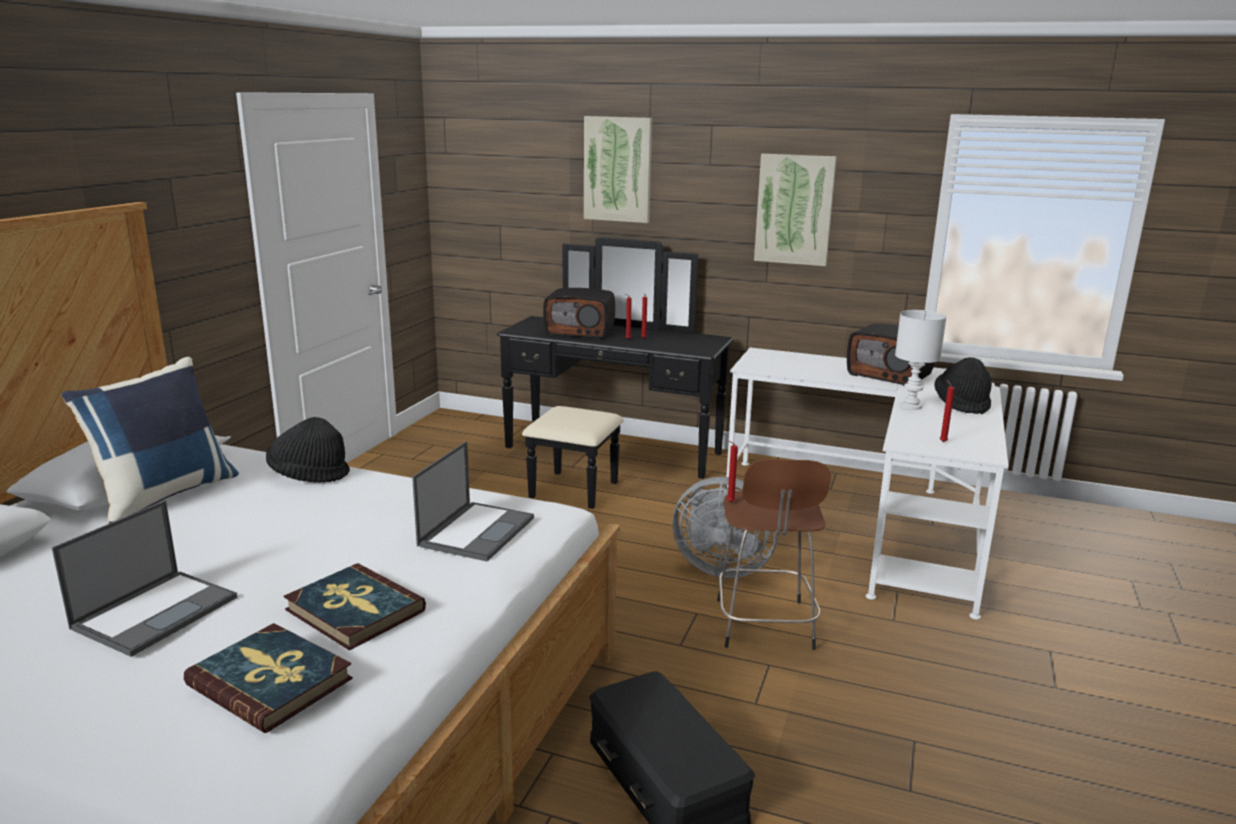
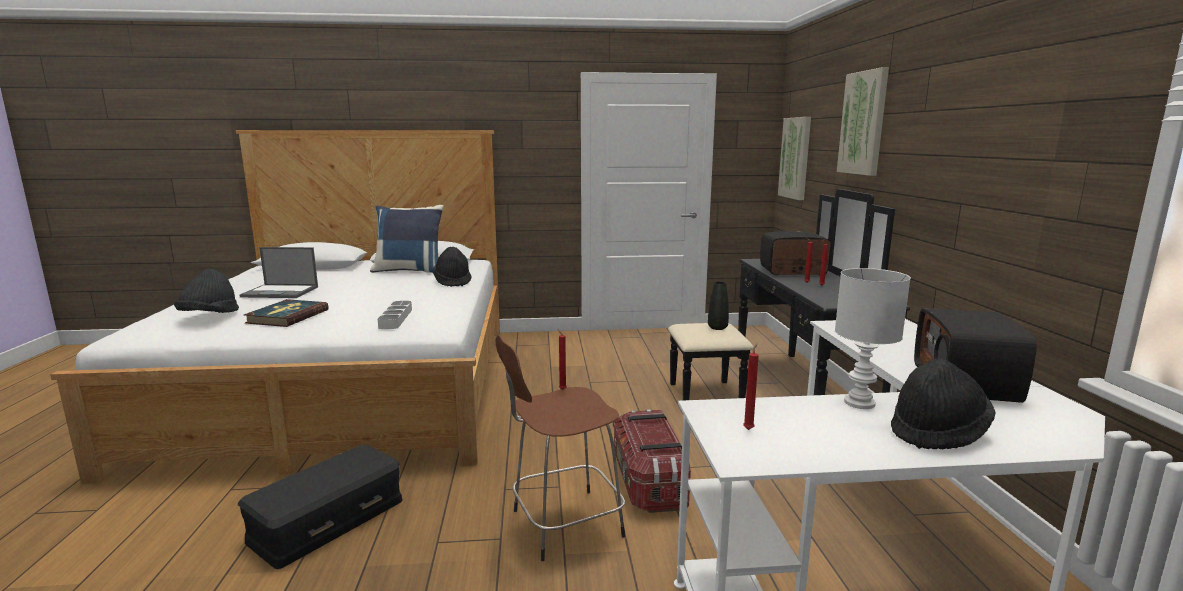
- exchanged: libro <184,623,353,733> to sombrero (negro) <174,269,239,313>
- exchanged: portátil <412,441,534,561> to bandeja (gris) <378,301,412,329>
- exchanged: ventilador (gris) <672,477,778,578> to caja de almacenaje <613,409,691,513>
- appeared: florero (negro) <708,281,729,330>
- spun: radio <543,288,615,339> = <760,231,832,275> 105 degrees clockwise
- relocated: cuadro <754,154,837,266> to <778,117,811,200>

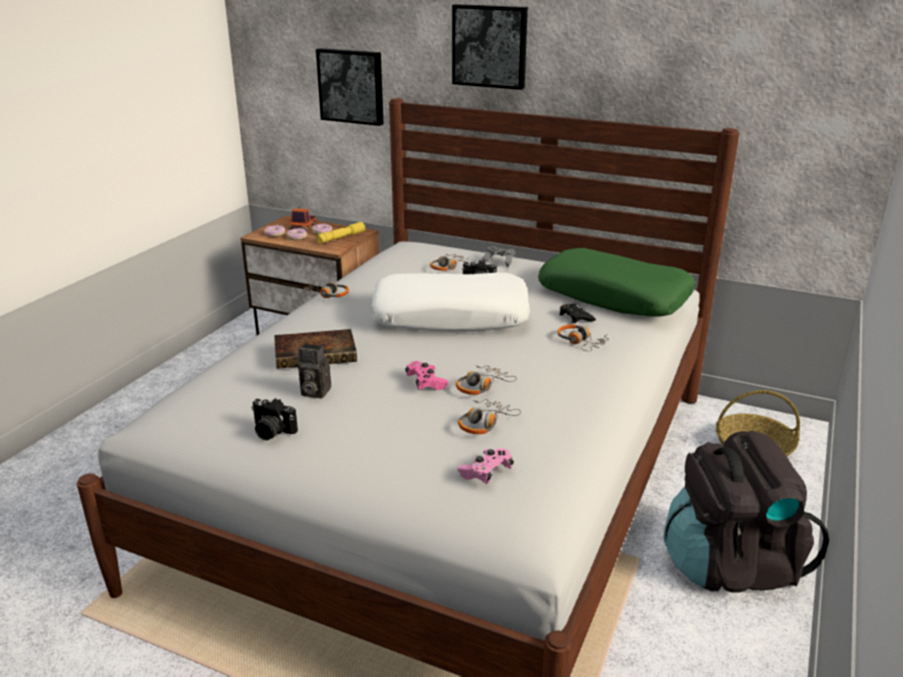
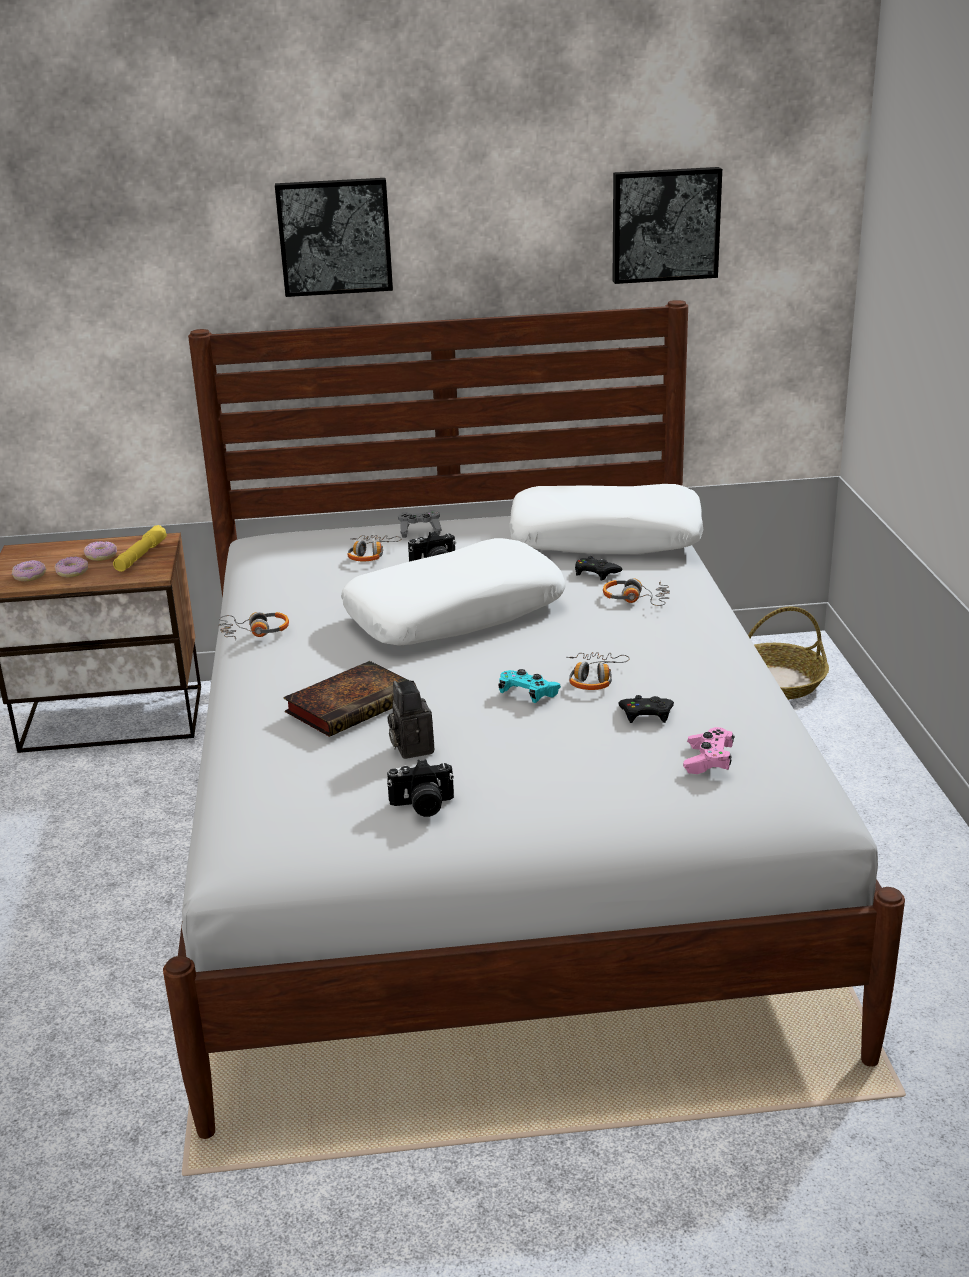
- spun: cámara <298,344,331,398> = <387,681,434,759> 90 degrees clockwise
- colour: mando de consola (rosa) <405,361,448,390> to mando de consola (turquesa) <499,669,561,703>
- colour: cojín (verde) <538,248,695,317> to cojín (blanco) <509,484,704,555>
- relocated: cuadro <316,48,383,126> to <612,167,722,284>
- exchanged: auriculares <458,399,521,434> to mando de consola (negro) <618,695,674,723>
- missing: camión de juguete <289,208,317,231>
- missing: mochila (negro) <664,431,829,593>

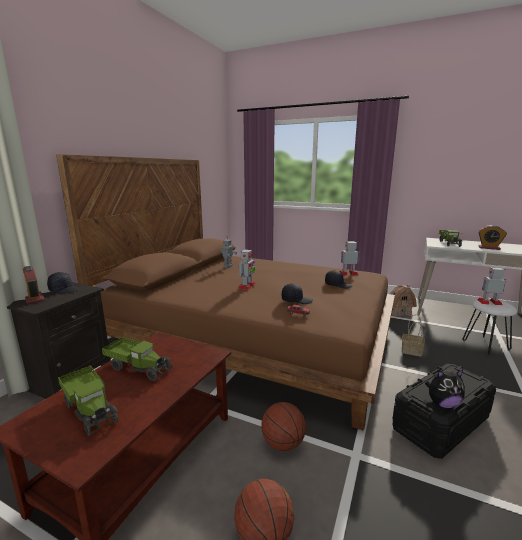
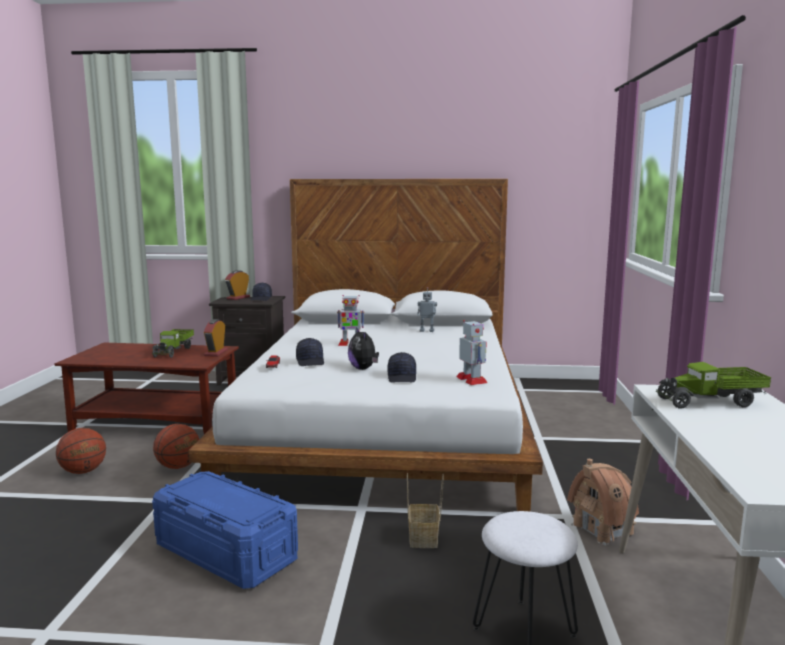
- colour: caja de almacenaje (negro) <392,364,496,459> to caja de almacenaje (azul) <152,471,298,589>
- colour: cama (marrón) <56,154,395,431> to cama (blanco) <188,179,543,512>
- relocated: despertador <478,225,507,250> to <204,319,228,357>
- relocated: peluche <425,370,465,408> to <348,327,379,370>
- missing: camión de juguete <58,365,119,437>
- missing: robot de juguete <477,267,507,305>

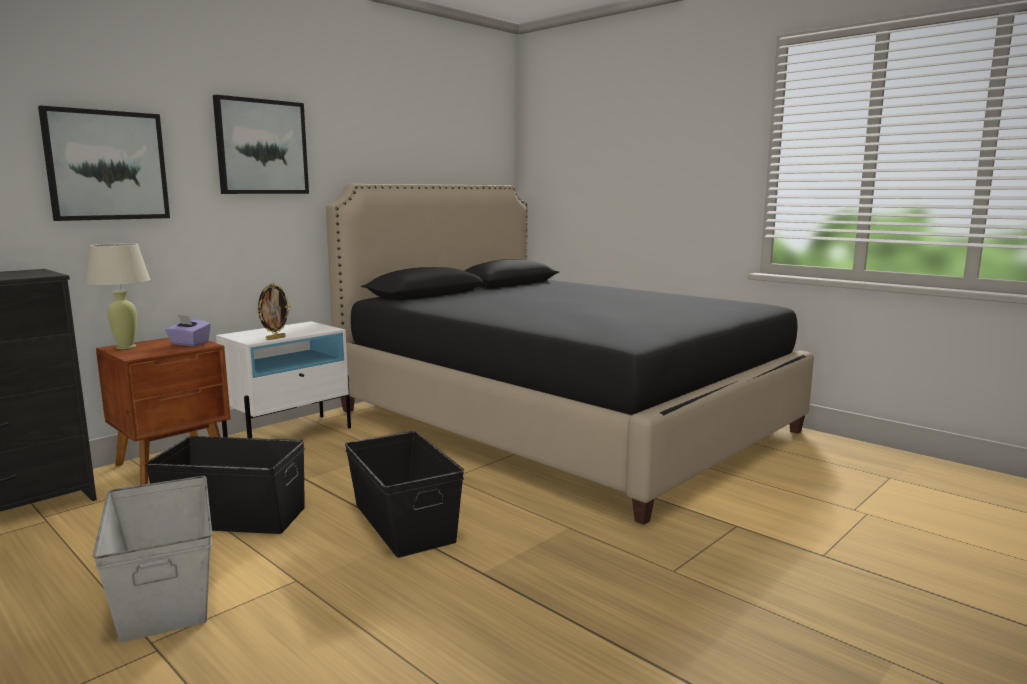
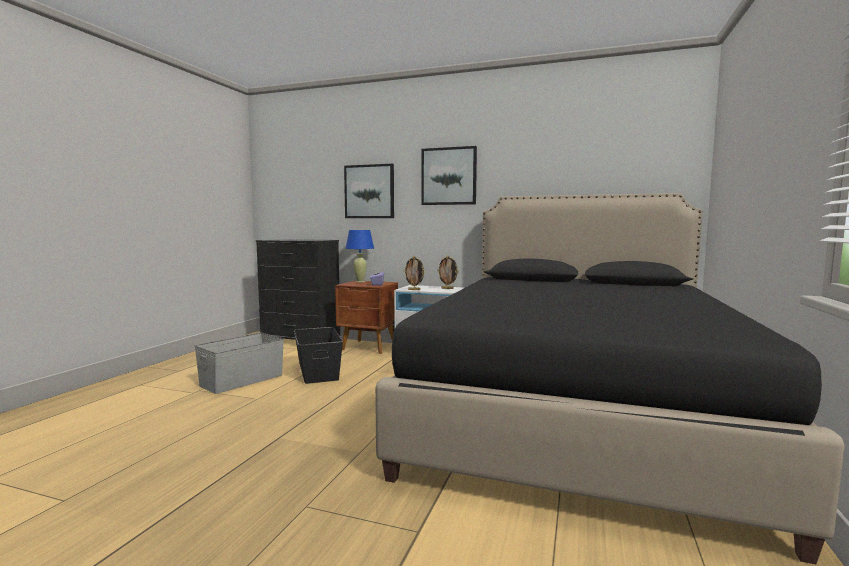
- colour: lámpara de mesa (beis) <85,243,150,349> to lámpara de mesa (azul) <346,230,374,282>
- appeared: portarretratos <437,256,459,289>
- missing: caja de almacenaje (negro) <345,431,464,558>

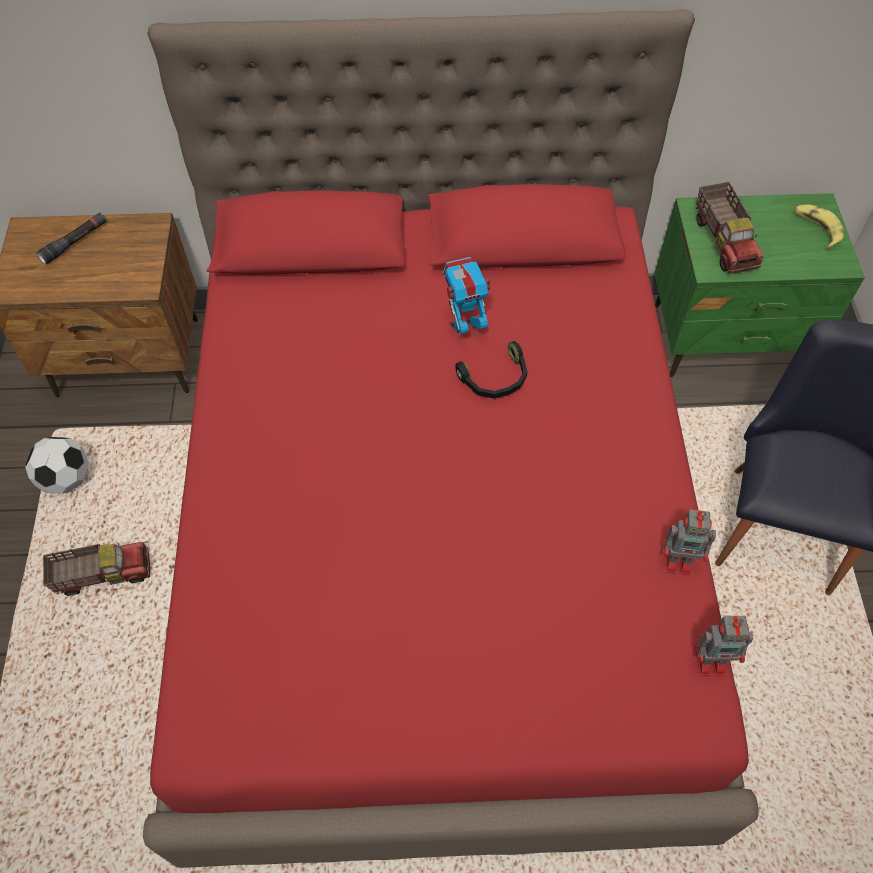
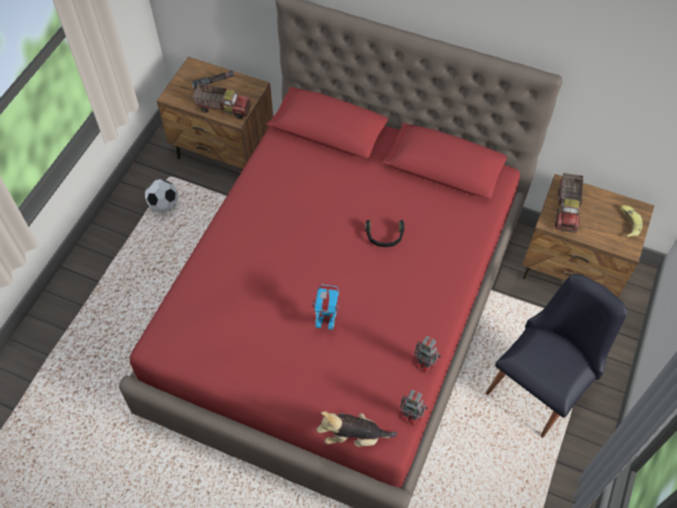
- relocated: camión de juguete <43,542,150,596> to <192,84,251,119>
- relocated: robot de juguete <443,257,493,339> to <313,284,339,330>
- appeared: peluche <316,411,397,447>
- colour: mesita de noche (verde) <654,193,865,377> to mesita de noche (marrón) <522,174,654,298>

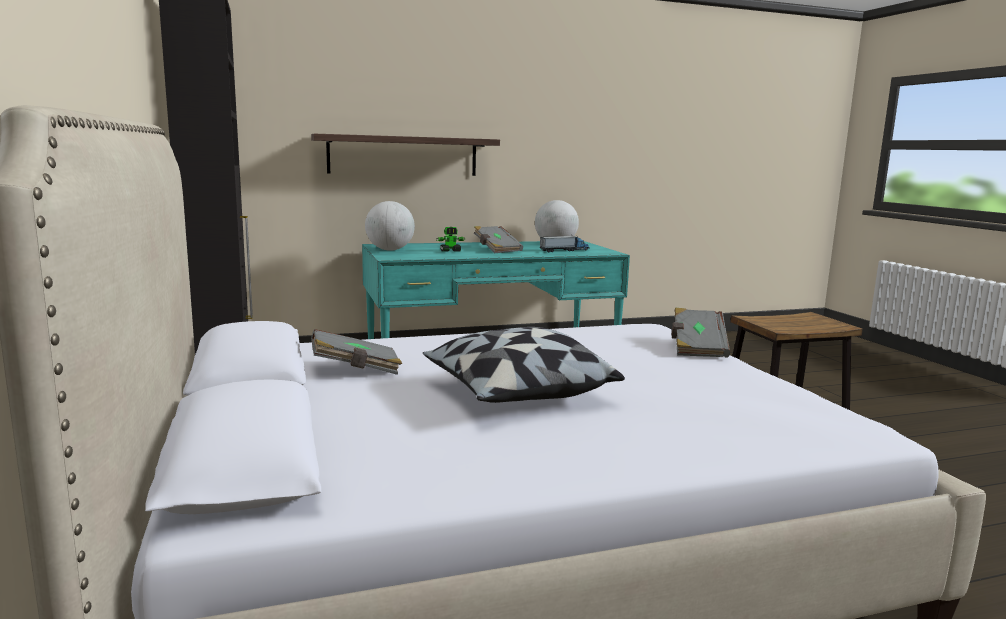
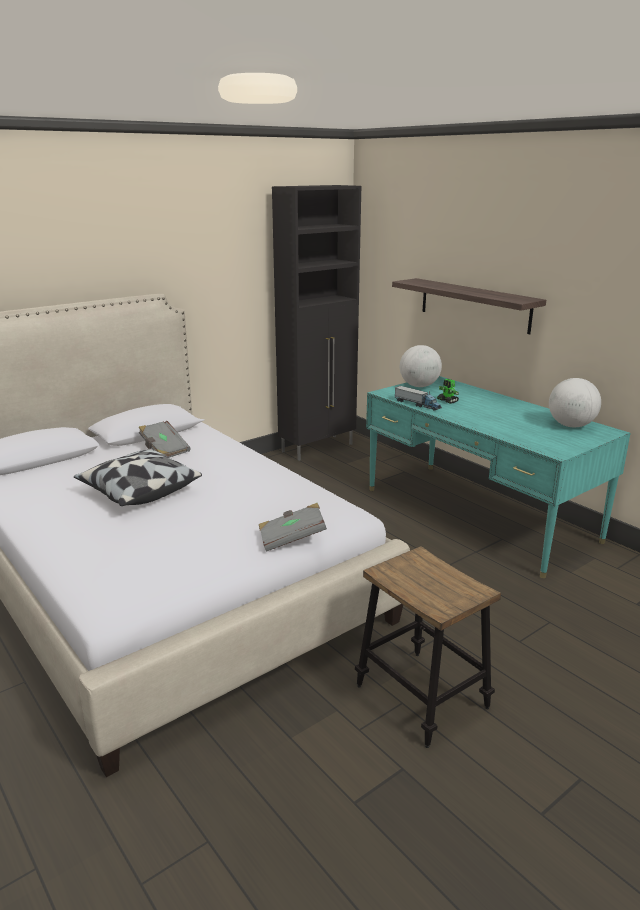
- relocated: camión de juguete <540,234,590,252> to <395,386,442,411>
- missing: libro (gris) <474,226,523,253>

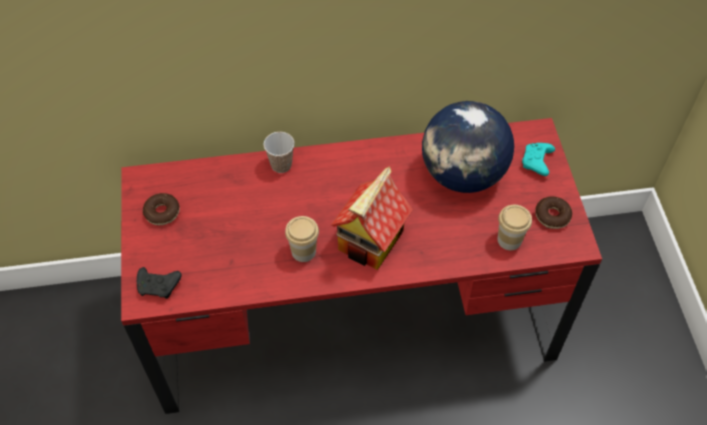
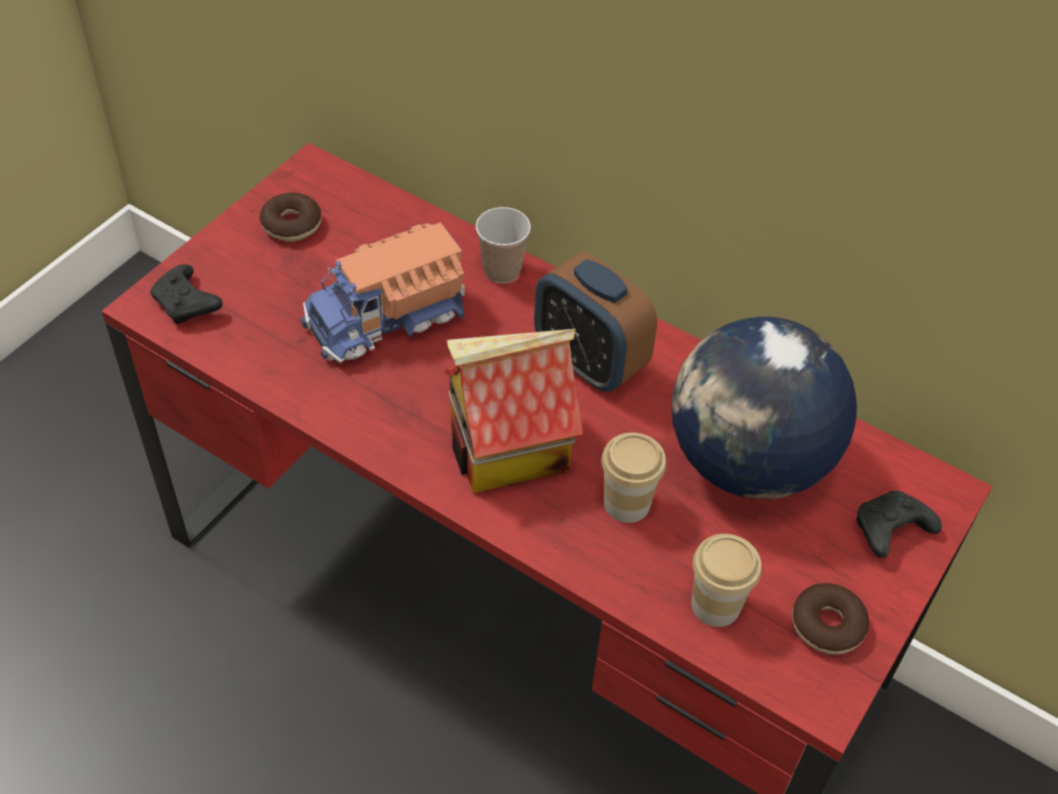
- appeared: camión de juguete <301,222,464,363>
- appeared: despertador <534,252,657,392>
- relocated: taza <285,216,319,262> to <601,433,666,523>
- colour: mando de consola (turquesa) <522,143,555,176> to mando de consola (negro) <856,491,942,558>

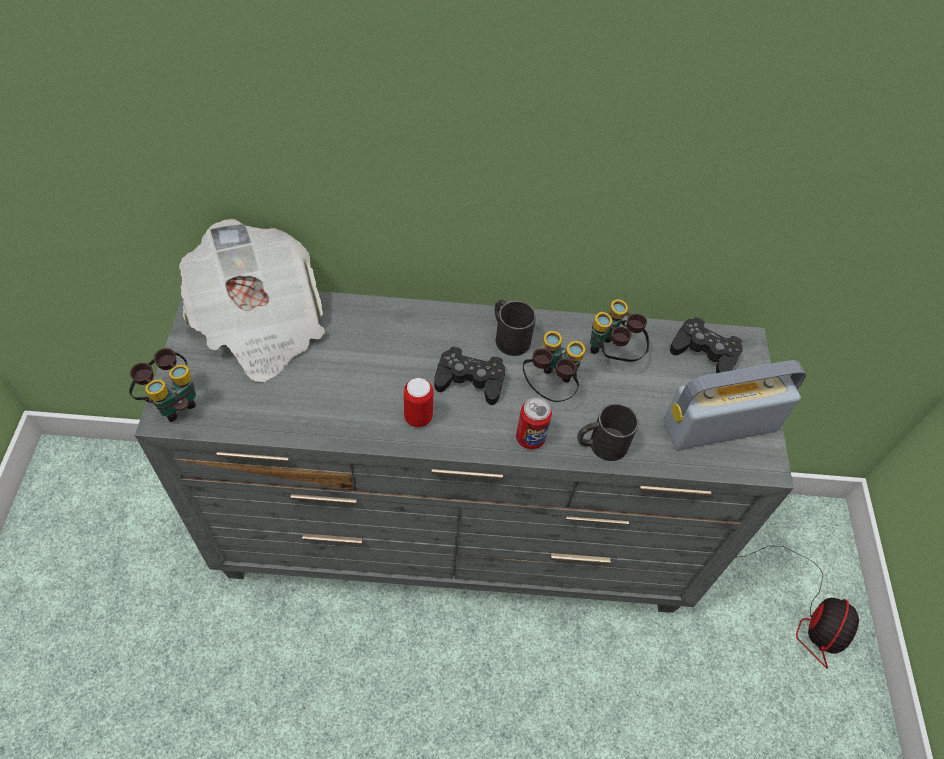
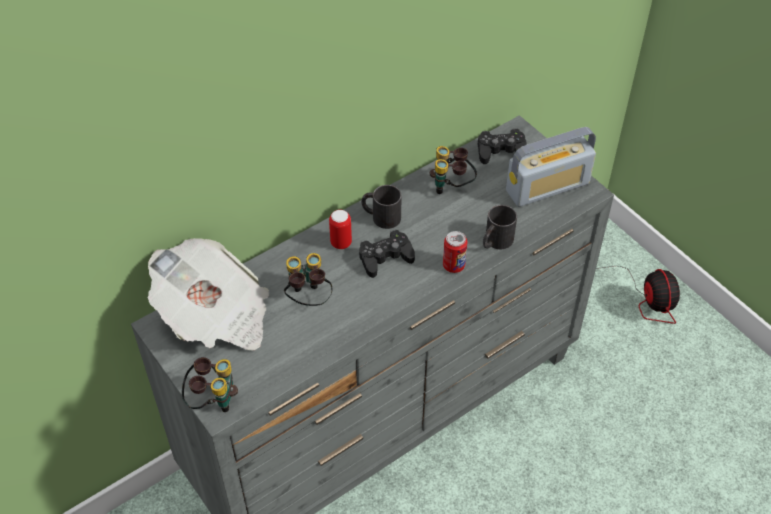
- relocated: prismáticos <523,331,585,402> to <284,253,332,306>
- relocated: lata <404,378,434,427> to <329,210,352,249>
- spun: radio <663,360,806,450> = <506,127,596,207> 150 degrees counterclockwise

